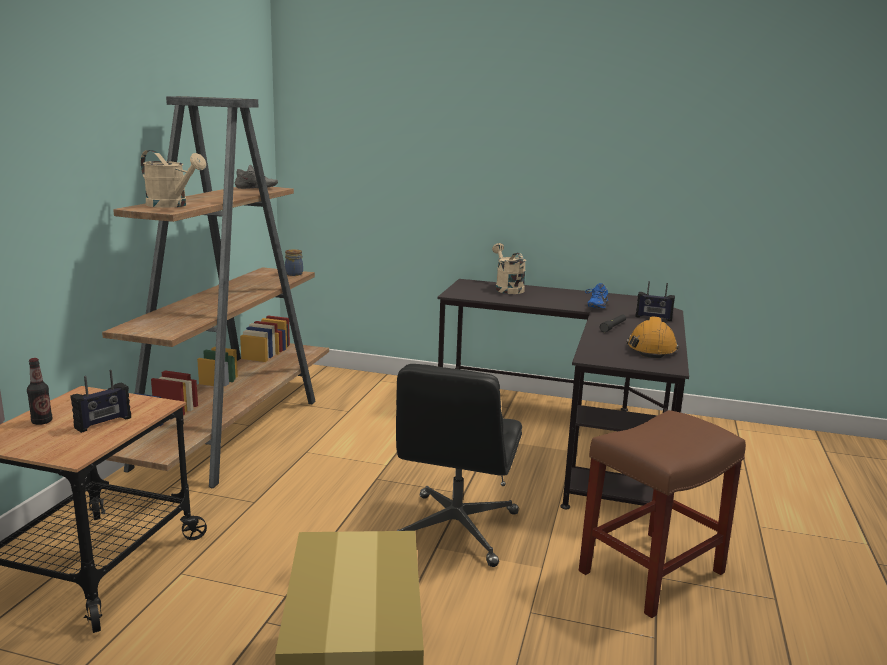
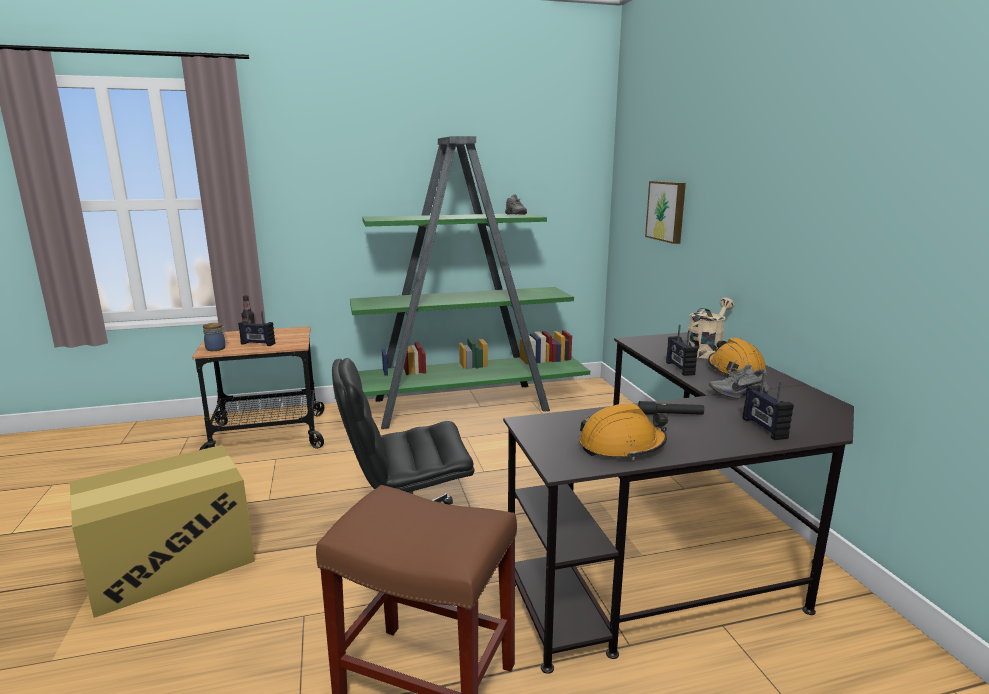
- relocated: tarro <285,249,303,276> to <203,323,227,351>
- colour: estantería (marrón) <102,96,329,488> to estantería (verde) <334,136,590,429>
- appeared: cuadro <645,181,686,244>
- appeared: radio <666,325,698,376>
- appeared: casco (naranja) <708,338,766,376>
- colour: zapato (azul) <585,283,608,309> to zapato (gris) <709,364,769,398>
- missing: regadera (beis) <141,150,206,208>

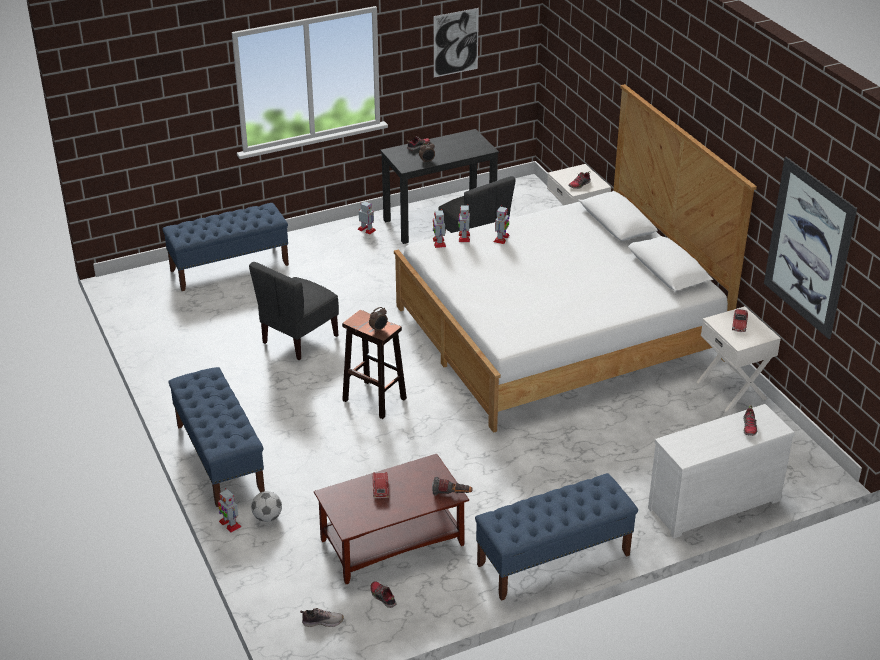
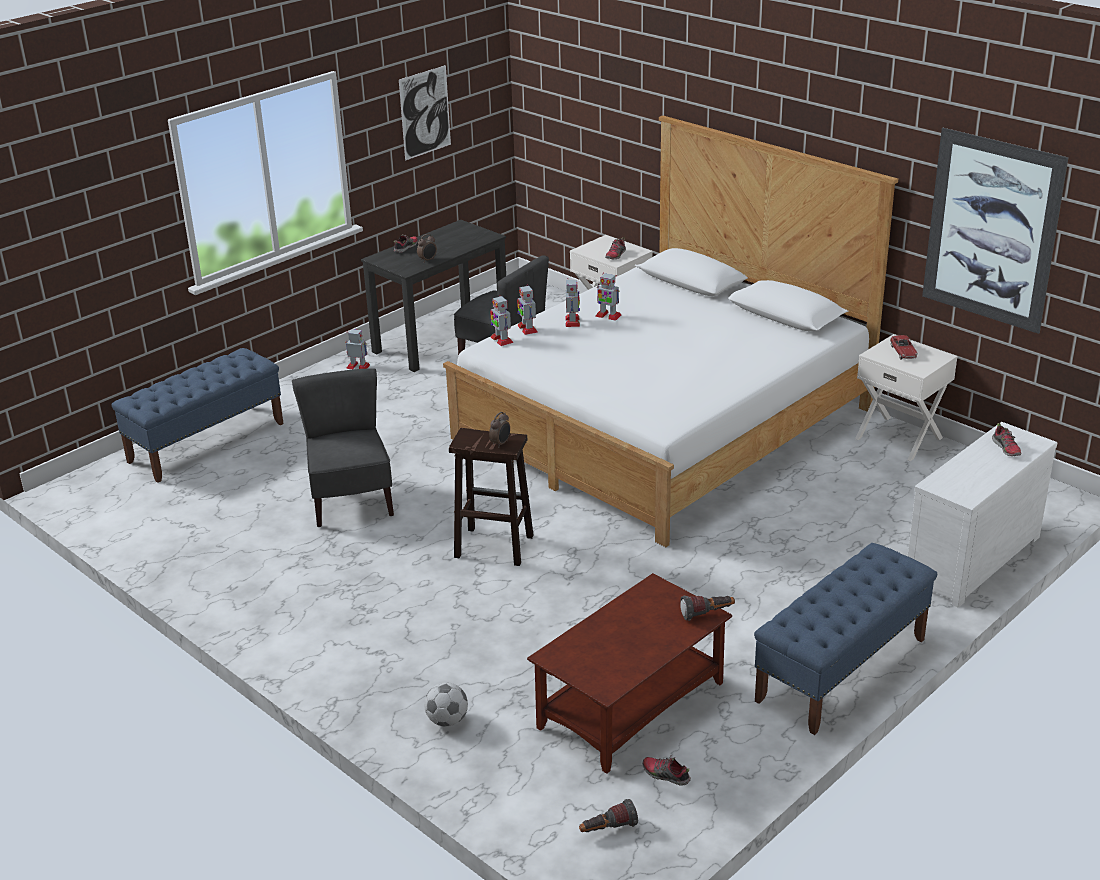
- spun: silla (gris) <249,262,339,360> = <292,368,394,527> 150 degrees clockwise
- exchanged: zapato <300,608,344,627> to linterna <579,799,638,832>
- relocated: robot de juguete <218,488,242,532> to <595,273,621,321>
- missing: banco (azul) <168,367,265,507>
- missing: coche de juguete <373,472,389,498>

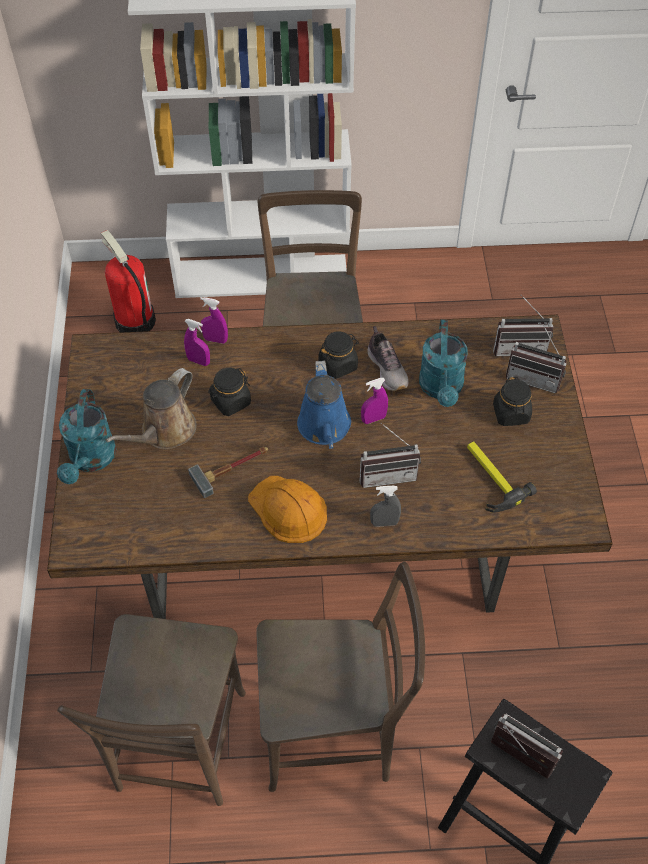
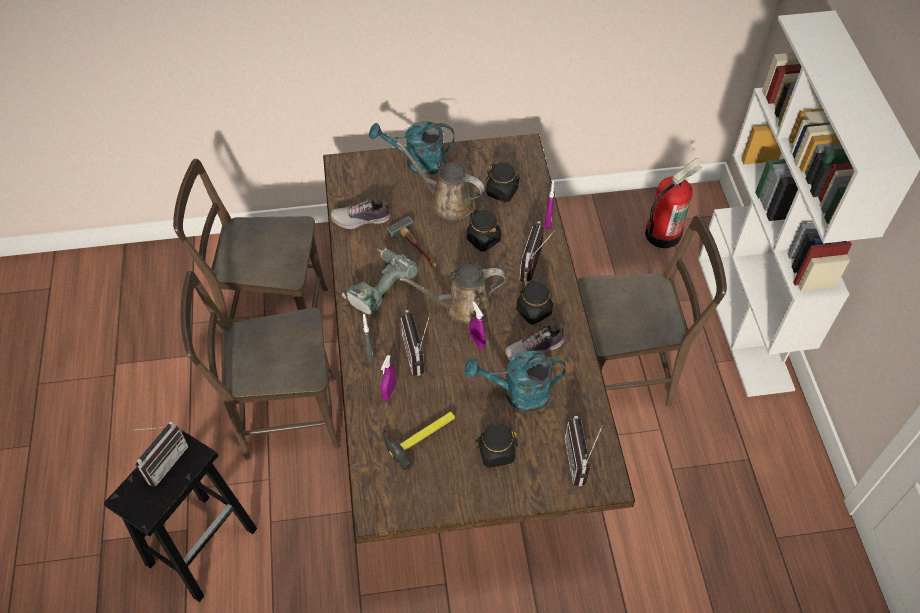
- spun: silla (marrón) <256,562,425,792> = <181,271,340,460> 90 degrees clockwise
- appeared: zapato <330,199,391,229>
- exchanged: casco (naranja) <248,476,327,543> to taladro <342,248,418,314>
- relocated: pulverizador (morado) <184,319,210,366> to <381,355,396,400>
- colour: regadera (azul) <297,361,351,449> to regadera (marrón) <399,264,506,324>
- appeared: tarro (negro) <486,162,521,202>
- relocated: radio <506,324,567,393> to <520,221,553,283>

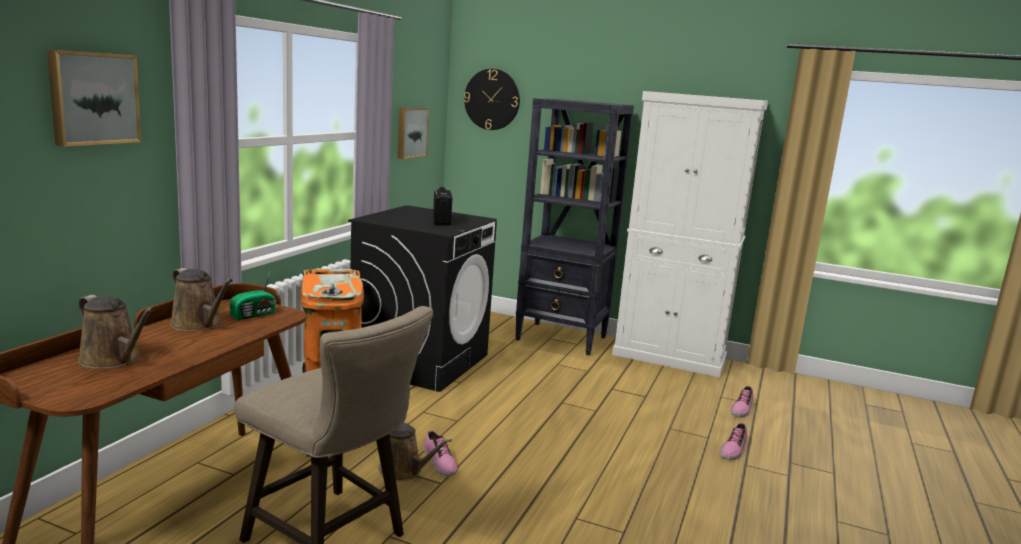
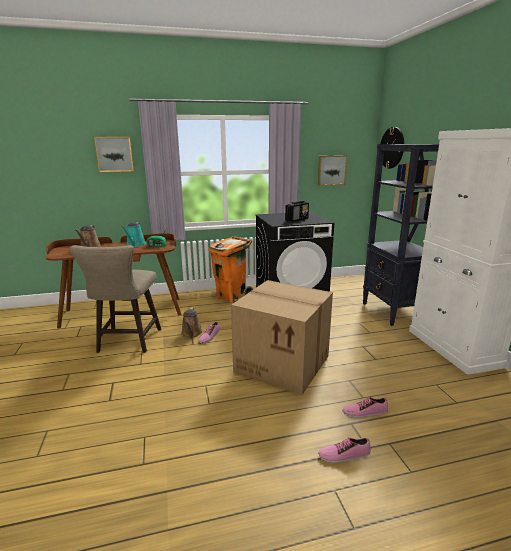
- colour: regadera (marrón) <170,268,233,331> to regadera (turquesa) <121,222,146,247>
- appeared: caja de cartón <231,280,333,395>
- relocated: zapato <730,386,753,417> to <318,438,371,463>

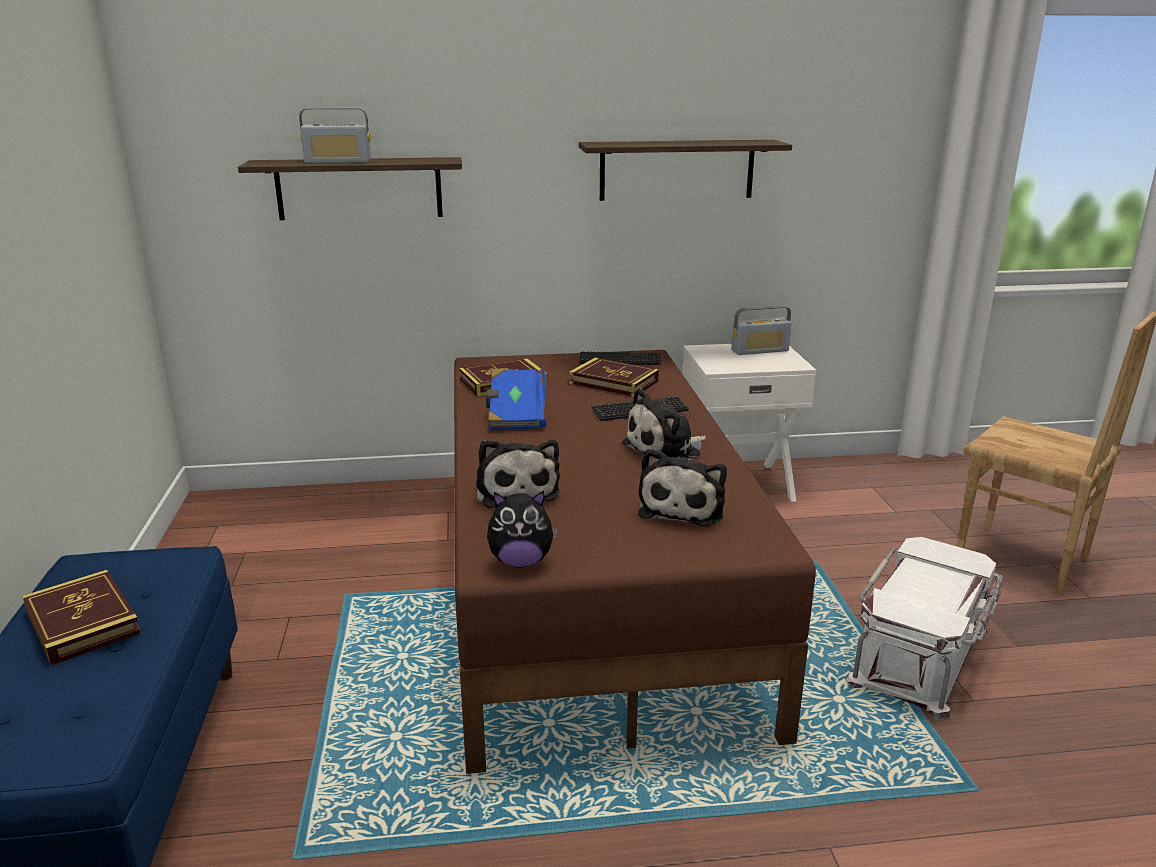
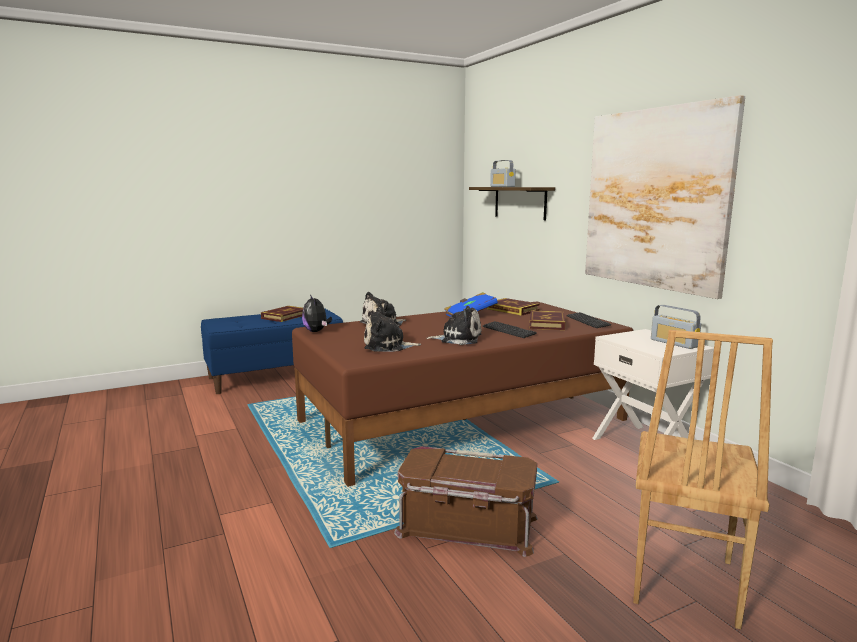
- colour: caja de almacenaje (blanco) <846,537,1003,721> to caja de almacenaje (marrón) <394,446,538,557>
- spun: peluche <622,388,706,460> = <427,306,481,345> 150 degrees clockwise
- exchanged: estante <579,140,792,201> to cuadro <585,95,745,299>

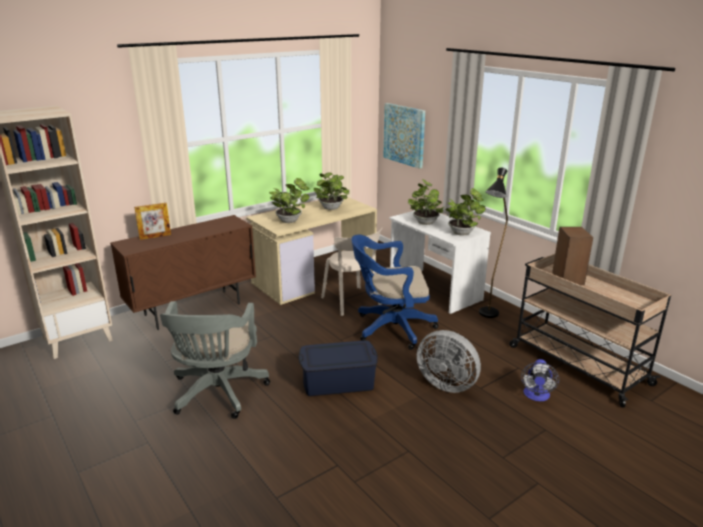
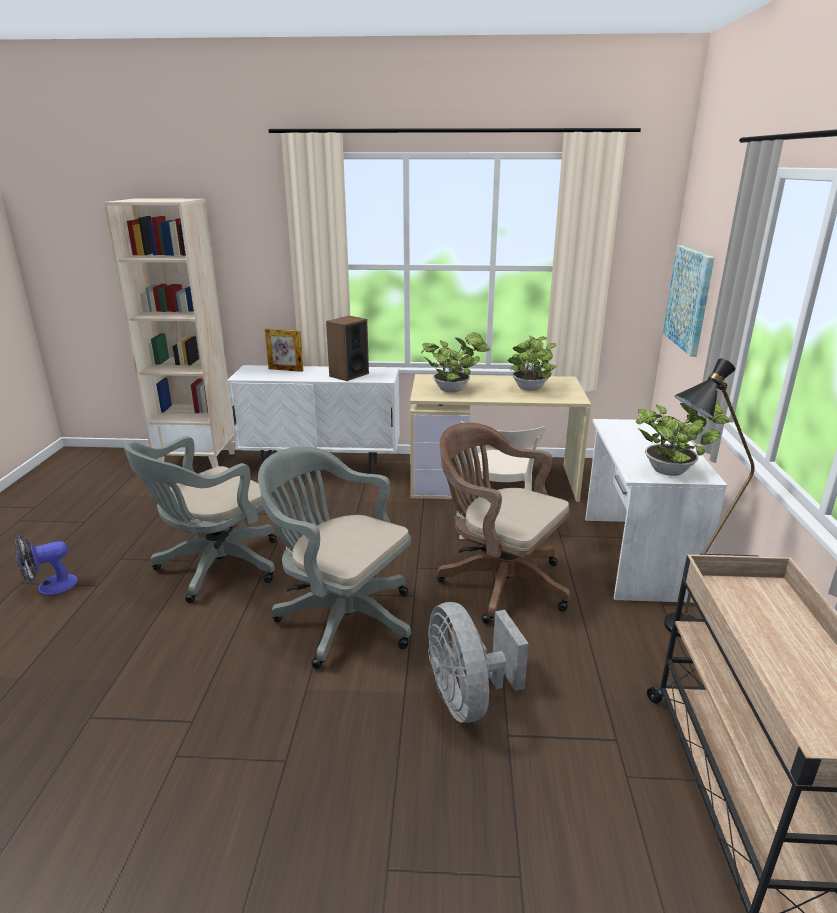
- relocated: ventilador <521,359,559,401> to <15,535,78,595>
- colour: armario (marrón) <110,215,256,330> to armario (blanco) <227,365,400,474>
- exchanged: caja de almacenaje (azul) <298,341,378,396> to silla de oficina (gris) <258,447,411,669>
- relocated: altavoz <552,227,593,285> to <326,316,369,381>
- colour: silla de oficina (azul) <351,235,438,350> to silla de oficina (marrón) <437,422,570,624>
- missing: planta en maceta <408,179,444,225>

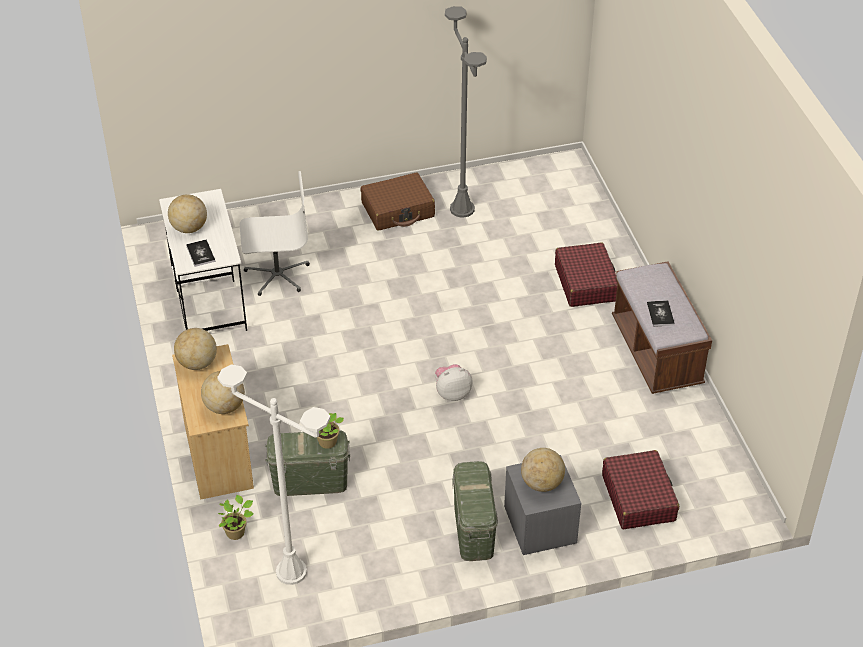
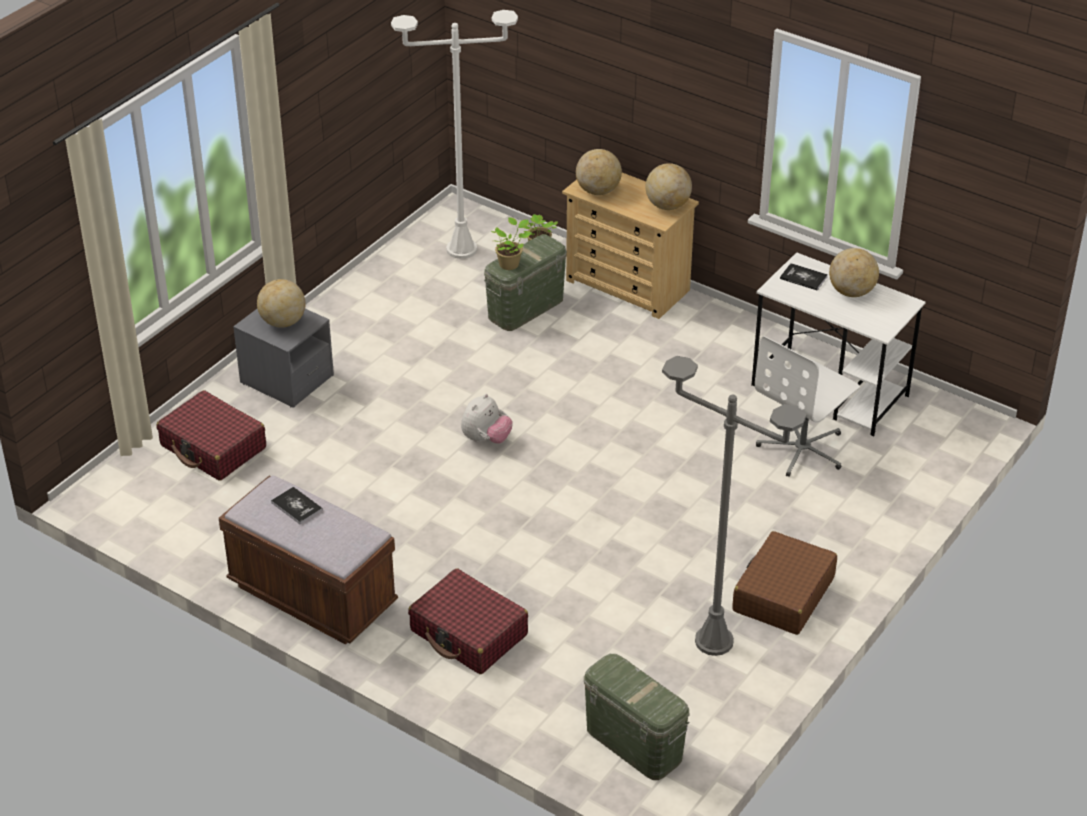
- relocated: caja de almacenaje (verde) <452,461,498,561> to <584,654,689,780>

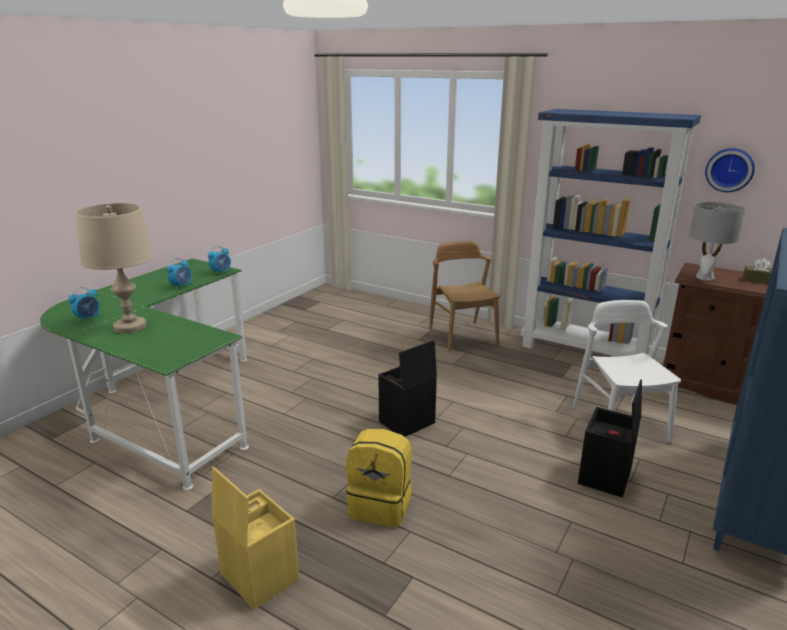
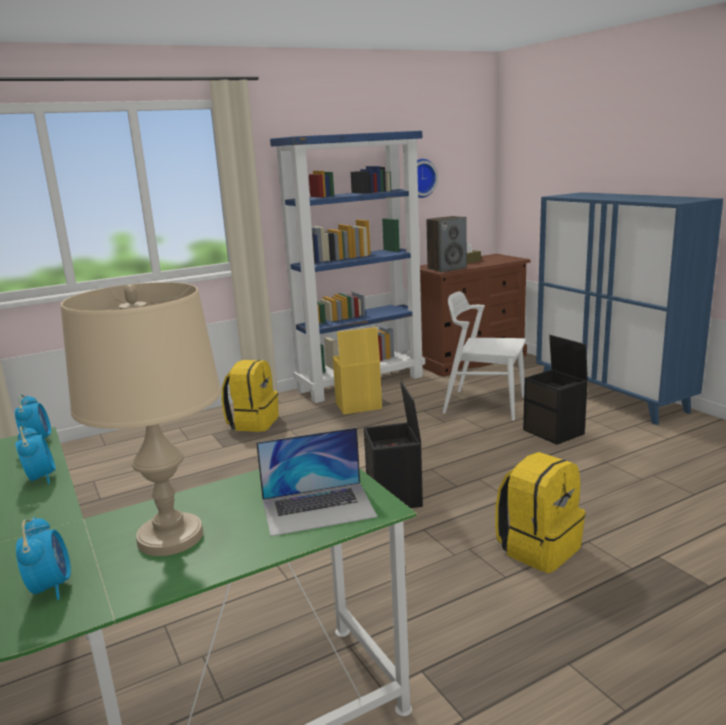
- exchanged: silla (marrón) <429,241,500,352> to mochila (amarillo) <222,360,279,432>
- appeared: portátil <256,427,377,537>
- relocated: caja de almacenaje (amarillo) <212,467,299,610> to <333,327,382,415>
- exchanged: lámpara de mesa (gris) <689,202,745,280> to altavoz <426,216,467,272>

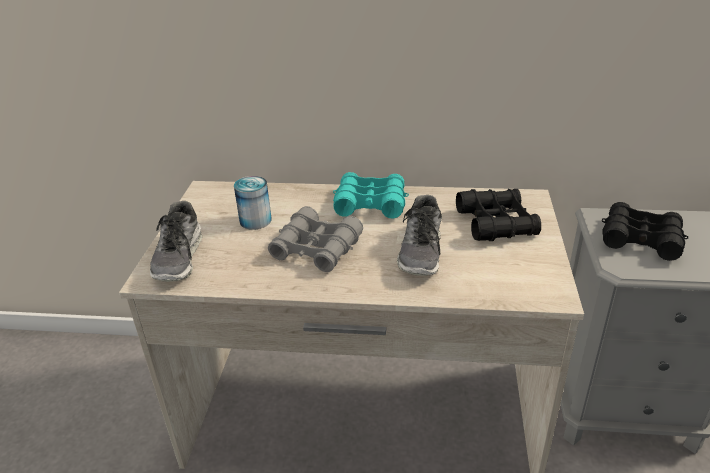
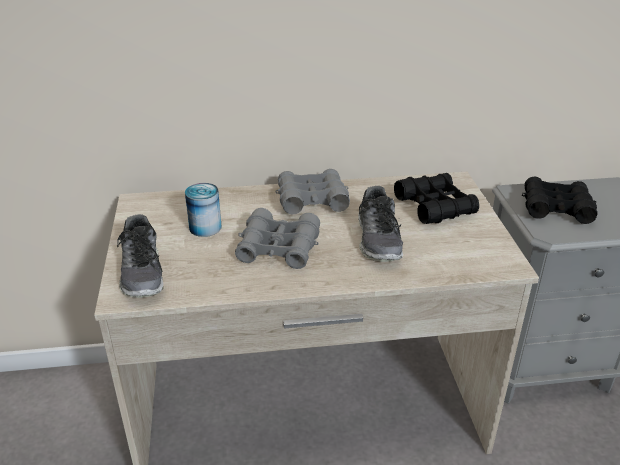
- colour: prismáticos (turquesa) <333,172,409,219> to prismáticos (gris) <275,169,350,215>

